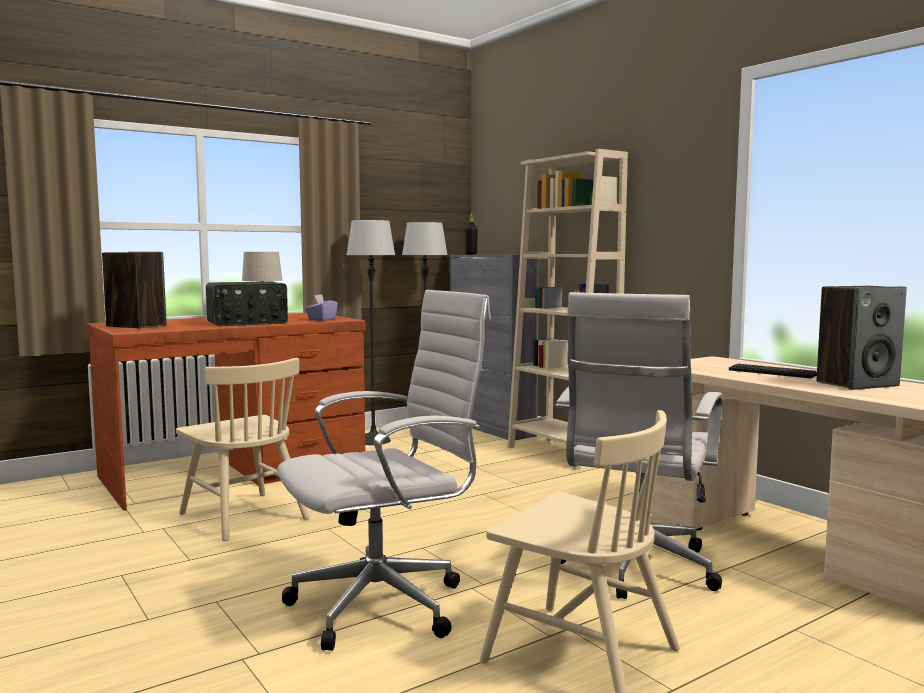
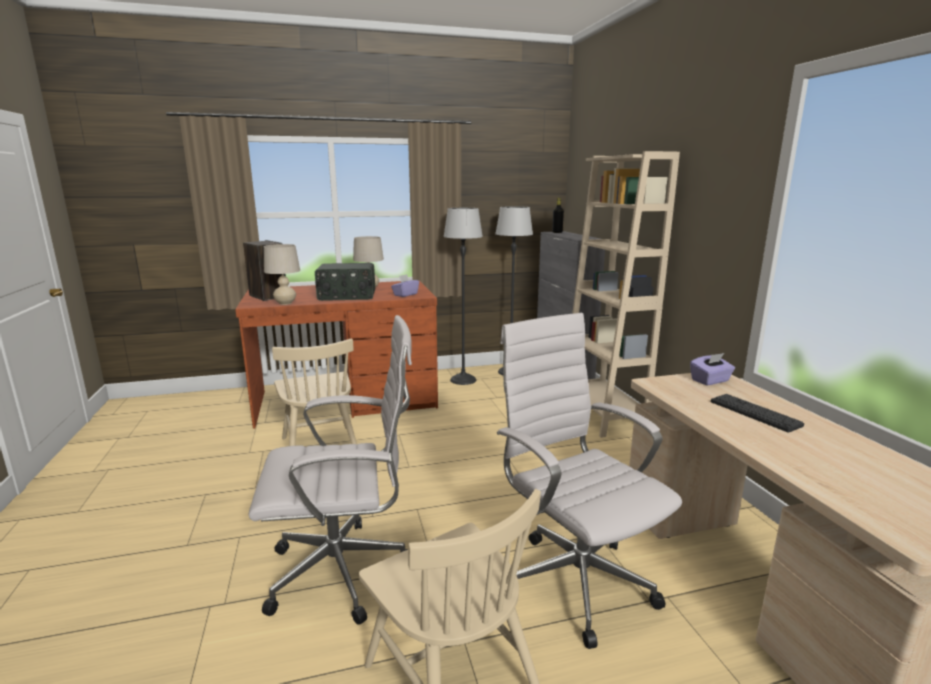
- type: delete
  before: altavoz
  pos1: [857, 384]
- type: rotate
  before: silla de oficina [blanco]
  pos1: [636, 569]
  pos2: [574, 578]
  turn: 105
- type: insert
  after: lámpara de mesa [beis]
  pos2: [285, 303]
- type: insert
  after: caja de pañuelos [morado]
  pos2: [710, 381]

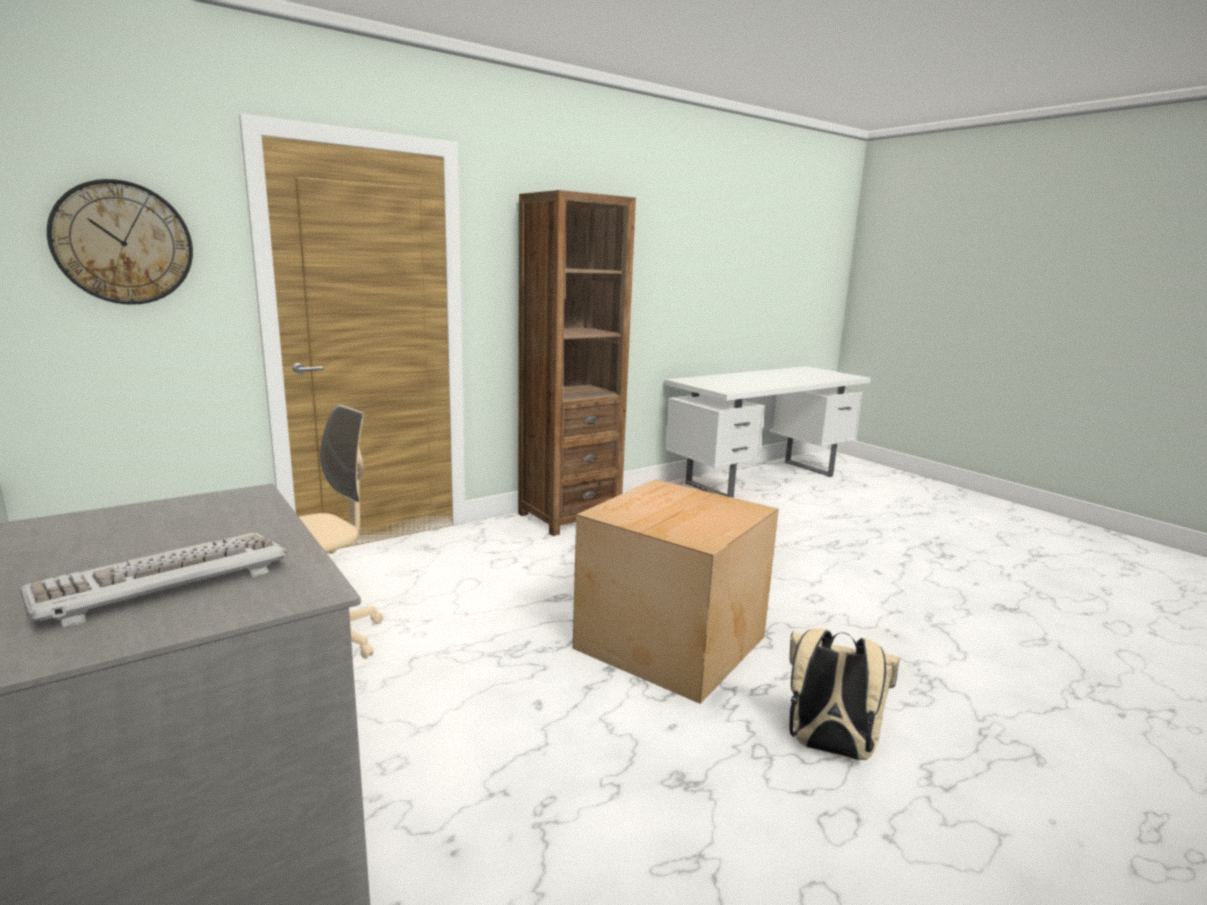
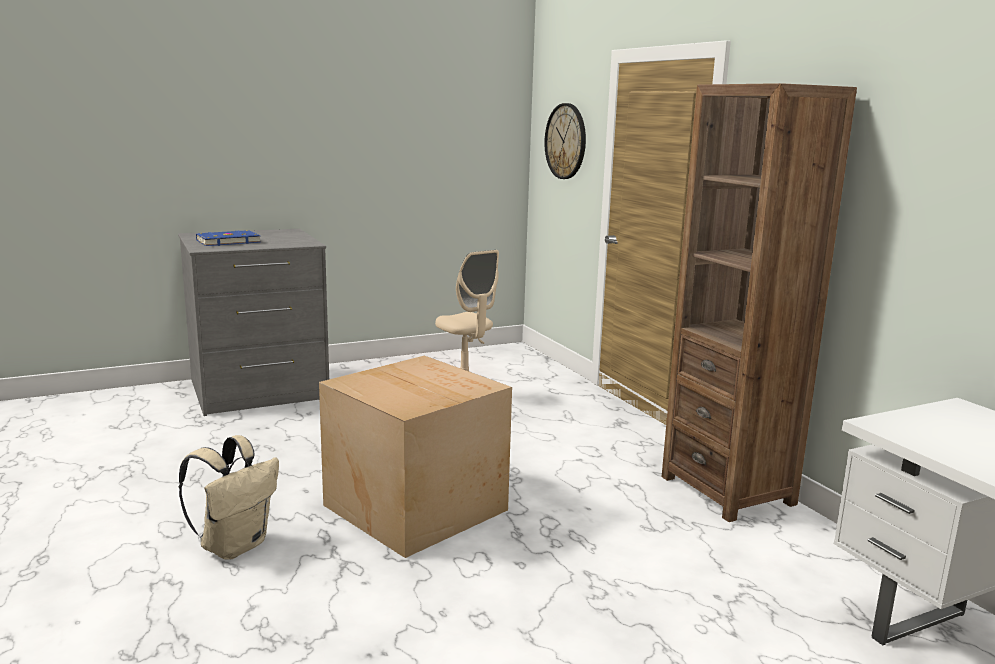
- type: replace
  before: teclado
  after: libro [azul]
  pos1: [162, 582]
  pos2: [227, 241]

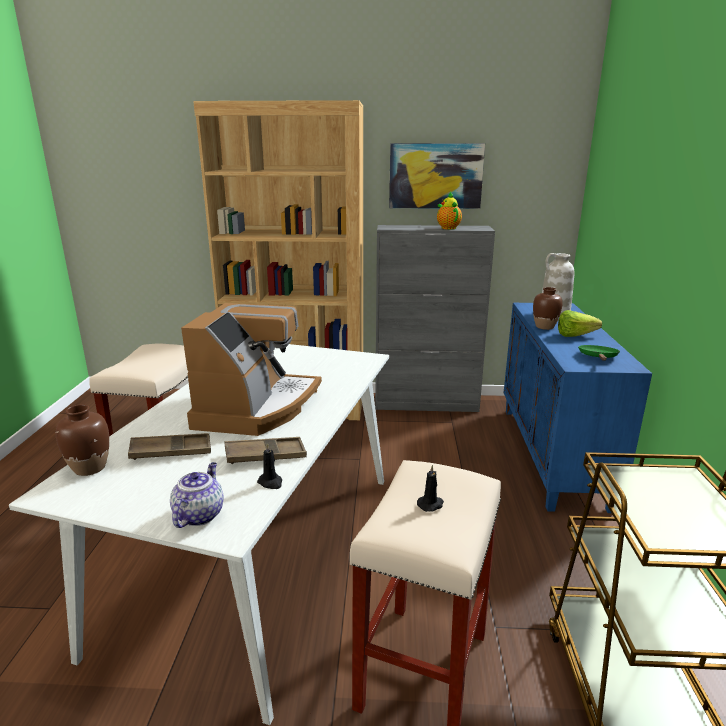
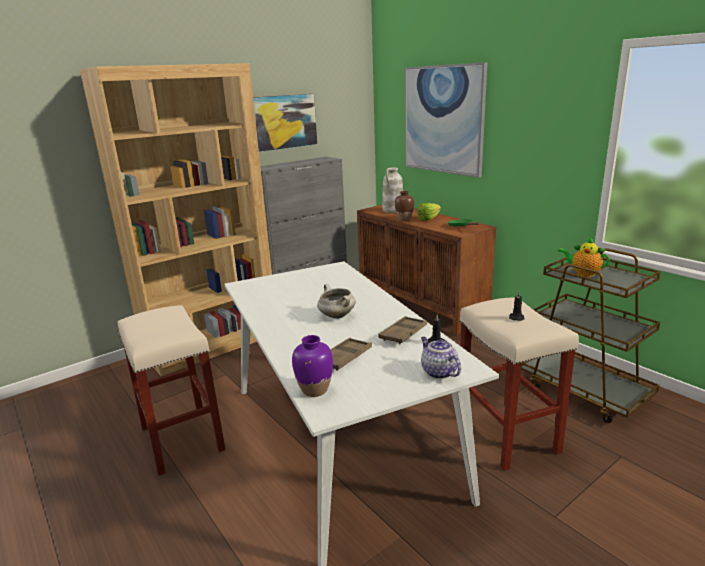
- type: move
  before: tetera
  pos1: [447, 228]
  pos2: [583, 274]
- type: replace
  before: cafetera
  after: olla [blanco]
  pos1: [257, 407]
  pos2: [336, 316]
- type: recolor
  before: armario [azul]
  after: armario [marrón]
  pos1: [553, 455]
  pos2: [421, 306]
- type: recolor
  before: florero [marrón]
  after: florero [morado]
  pos1: [90, 468]
  pos2: [315, 390]
- type: insert
  after: cuadro
  pos2: [443, 120]

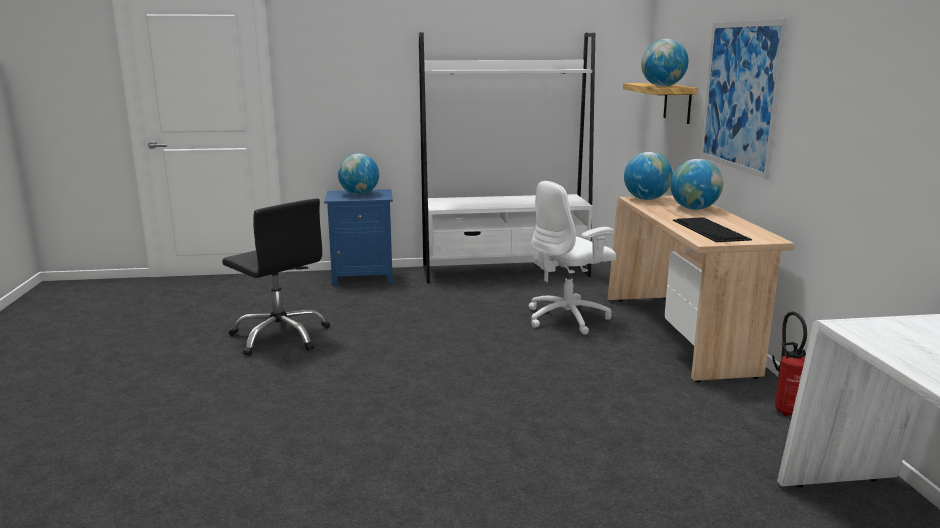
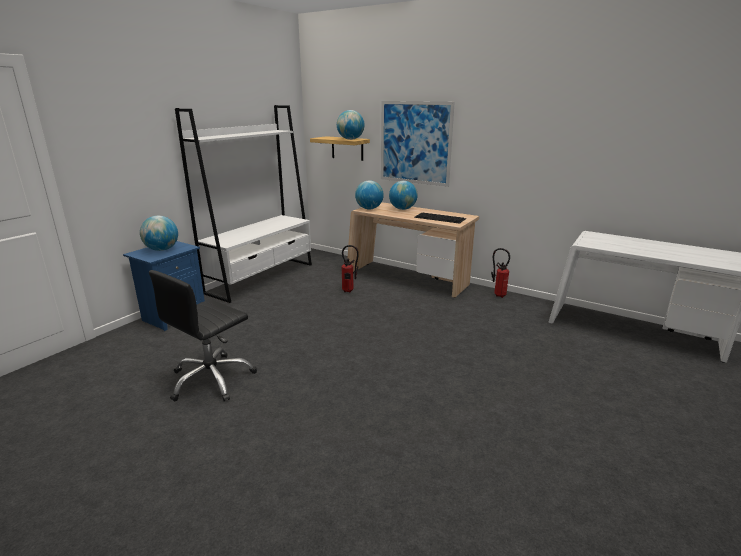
- type: replace
  before: silla de oficina [blanco]
  after: extintor
  pos1: [568, 318]
  pos2: [349, 291]
- type: rotate
  before: silla de oficina [negro]
  pos1: [280, 336]
  pos2: [212, 379]
  turn: 135

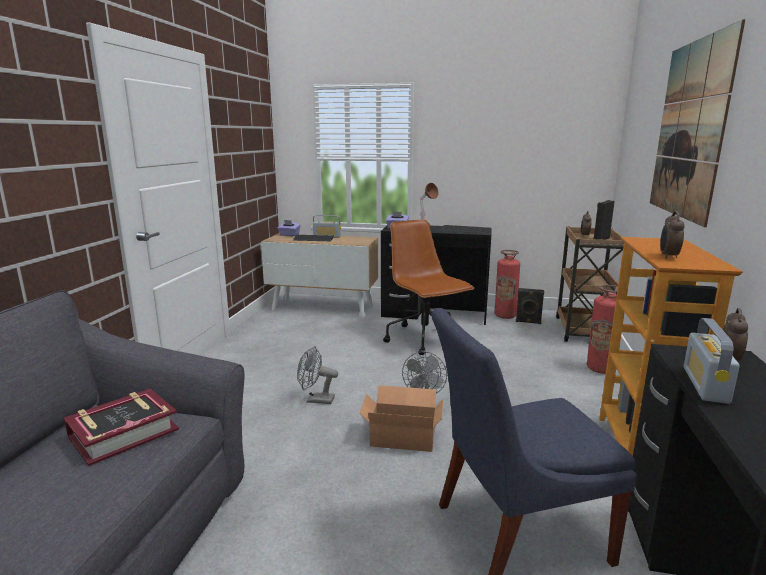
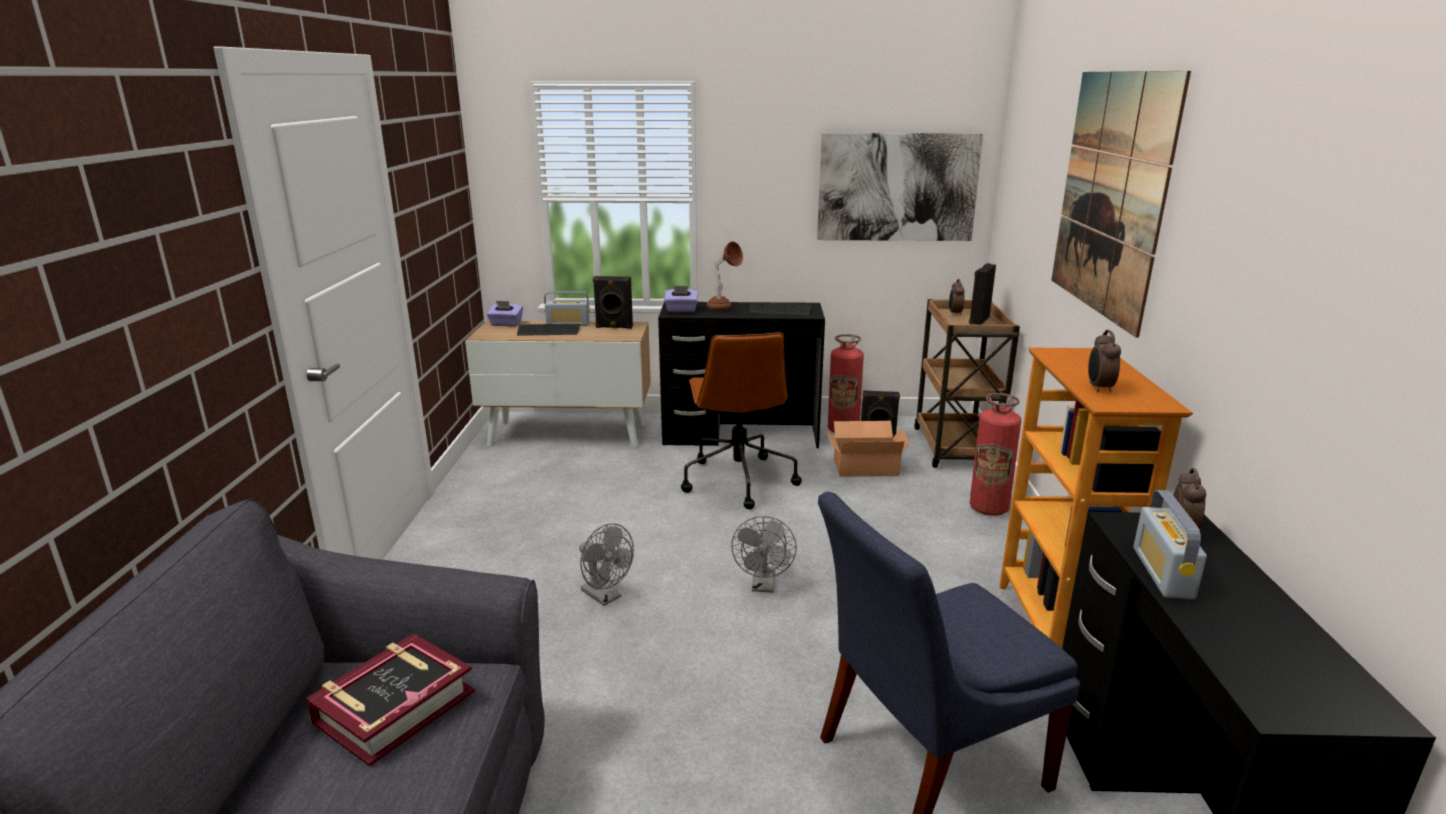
- type: rotate
  before: silla de oficina [marrón]
  pos1: [425, 339]
  pos2: [738, 480]
  turn: -150
- type: rotate
  before: ventilador [gris]
  pos1: [316, 400]
  pos2: [605, 596]
  turn: -135
- type: move
  before: caja de cartón
  pos1: [401, 435]
  pos2: [863, 466]
- type: insert
  after: cuadro
  pos2: [897, 187]
- type: insert
  after: altavoz [negro]
  pos2: [614, 327]

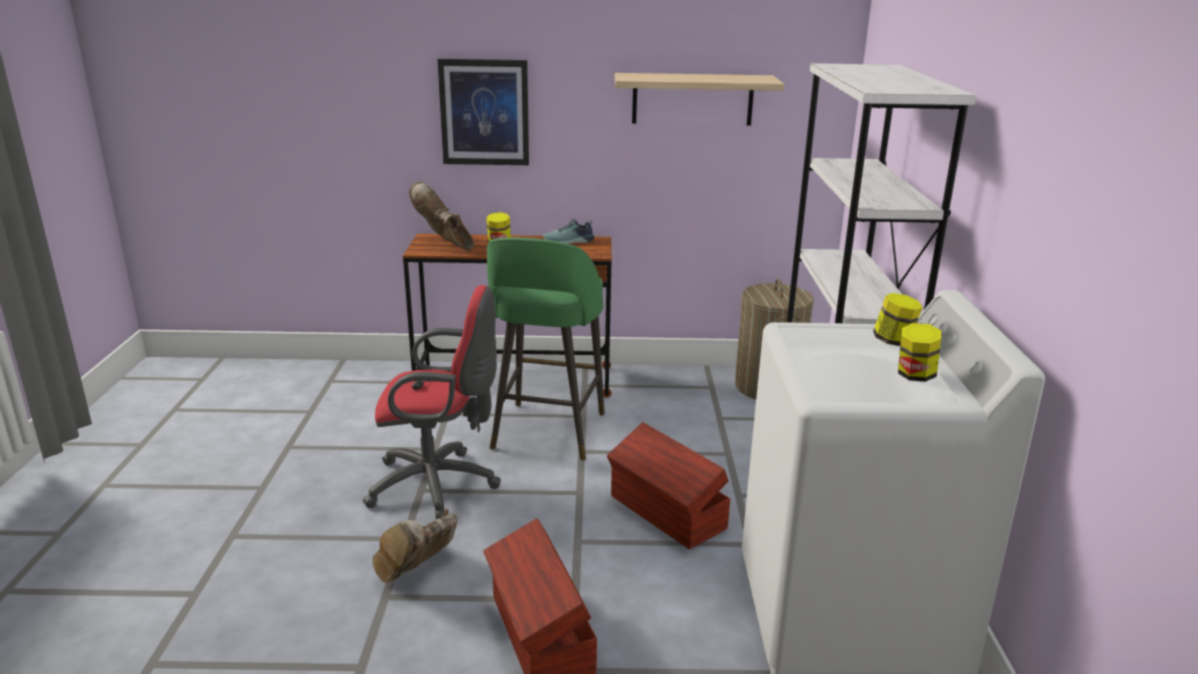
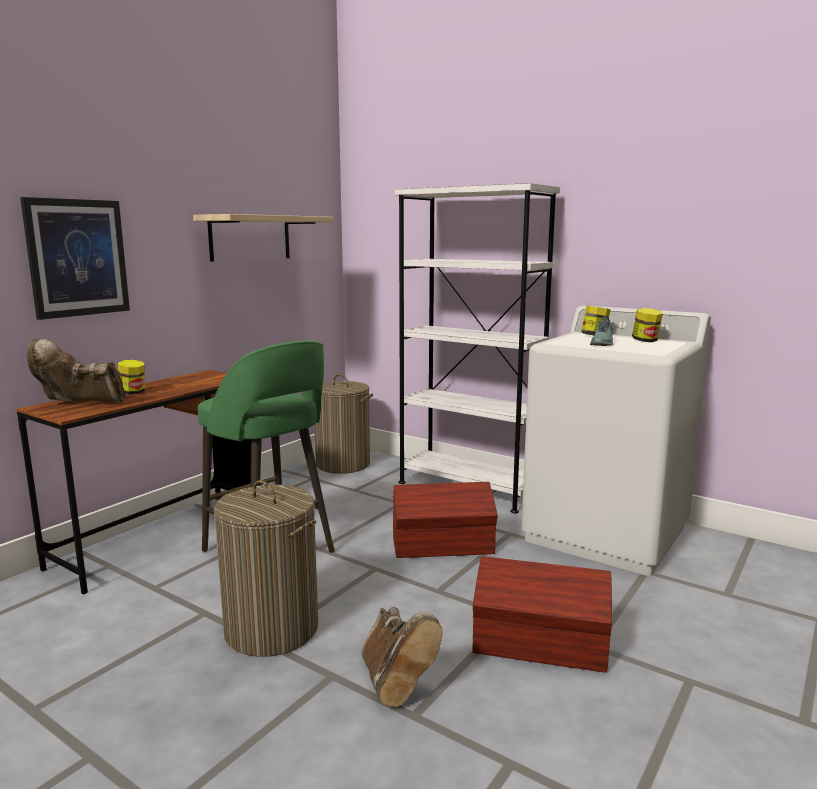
- type: move
  before: zapato
  pos1: [569, 241]
  pos2: [603, 344]
- type: replace
  before: silla de oficina [rojo]
  after: cesto de la ropa
  pos1: [439, 485]
  pos2: [272, 629]

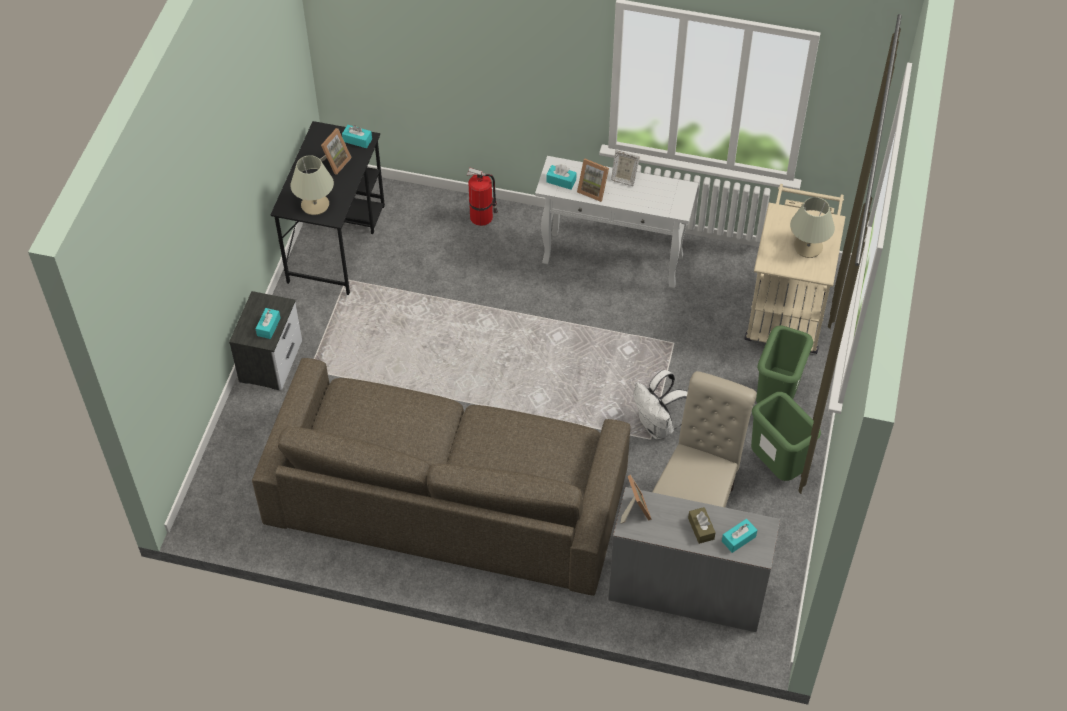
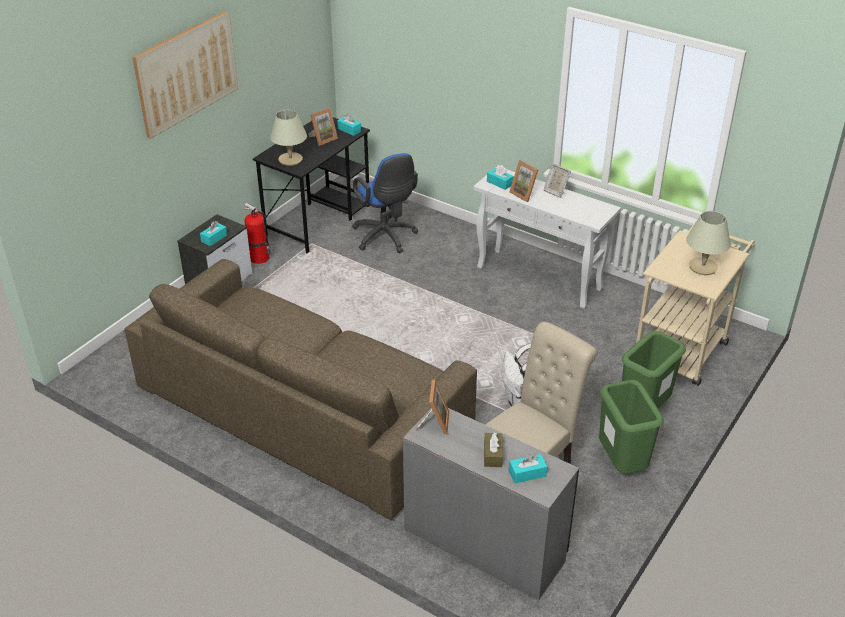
- type: move
  before: extintor
  pos1: [482, 217]
  pos2: [260, 258]
- type: insert
  after: cuadro
  pos2: [186, 73]
- type: insert
  after: silla de oficina [azul]
  pos2: [386, 238]

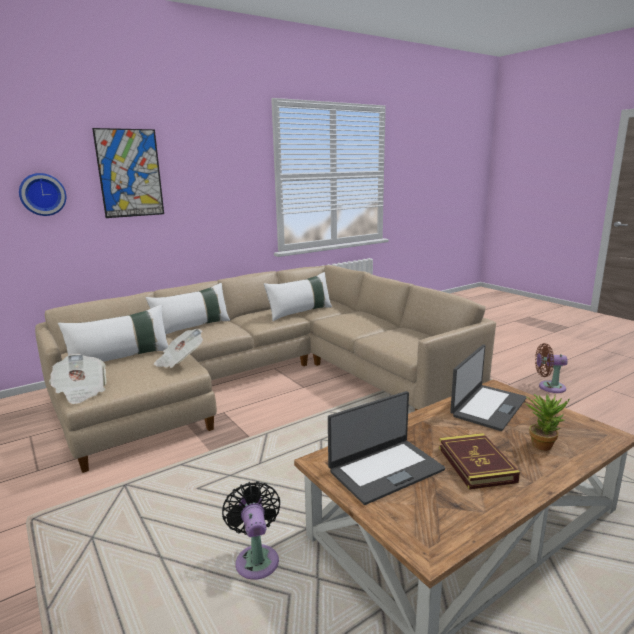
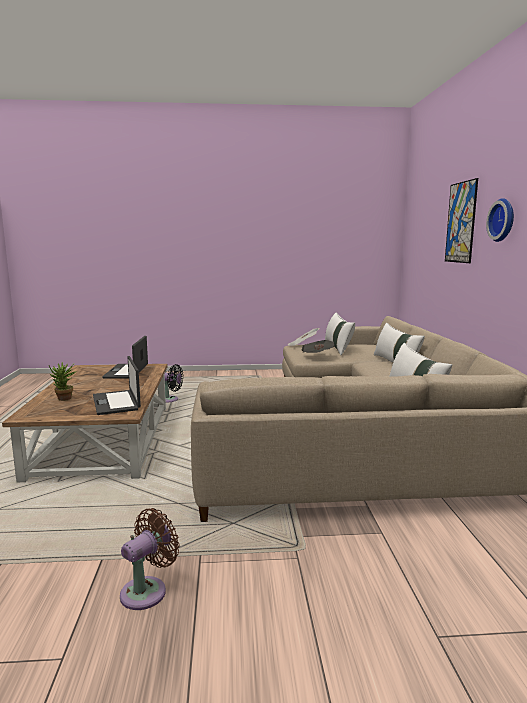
- type: move
  before: reloj de pared
  pos1: [42, 194]
  pos2: [503, 220]
- type: delete
  before: libro
  pos1: [476, 464]

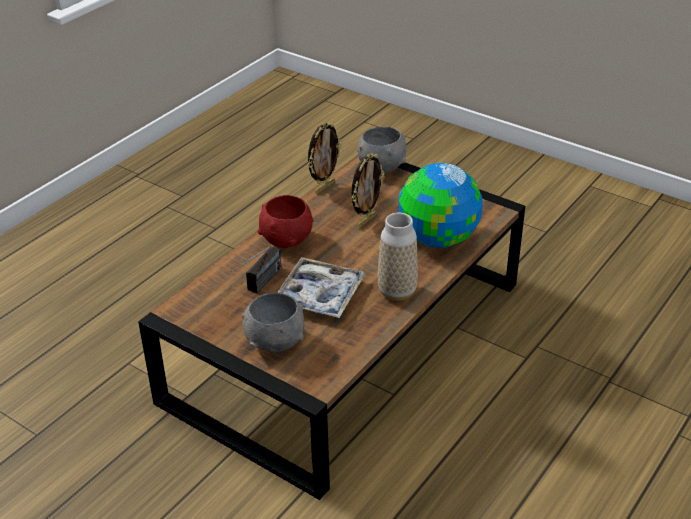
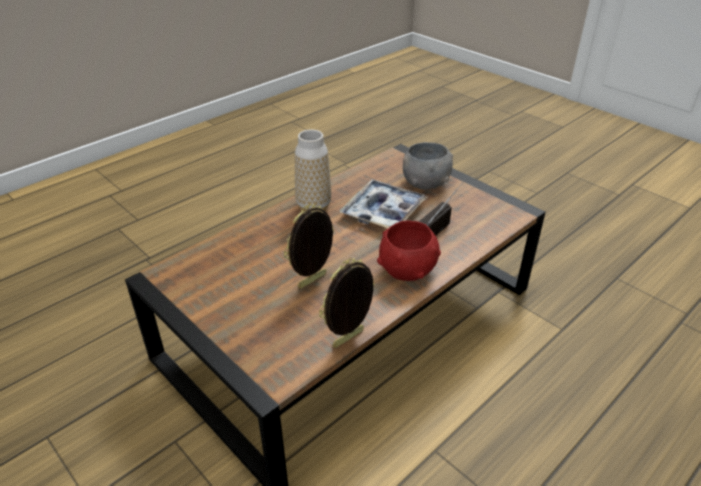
- type: delete
  before: cuenco [gris]
  pos1: [382, 167]
- type: delete
  before: globo terráqueo
  pos1: [438, 239]

